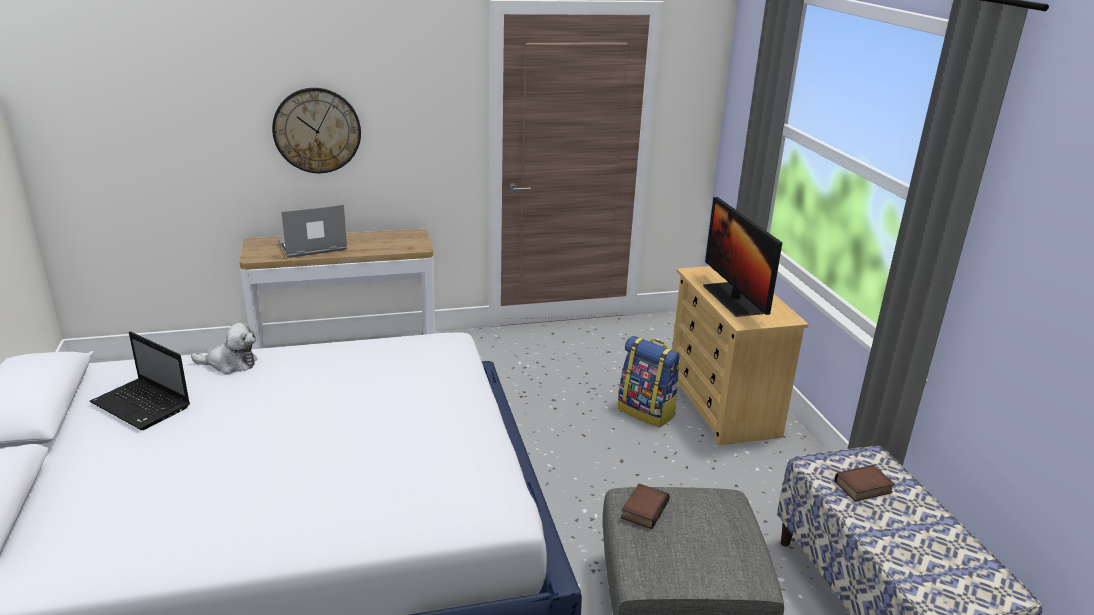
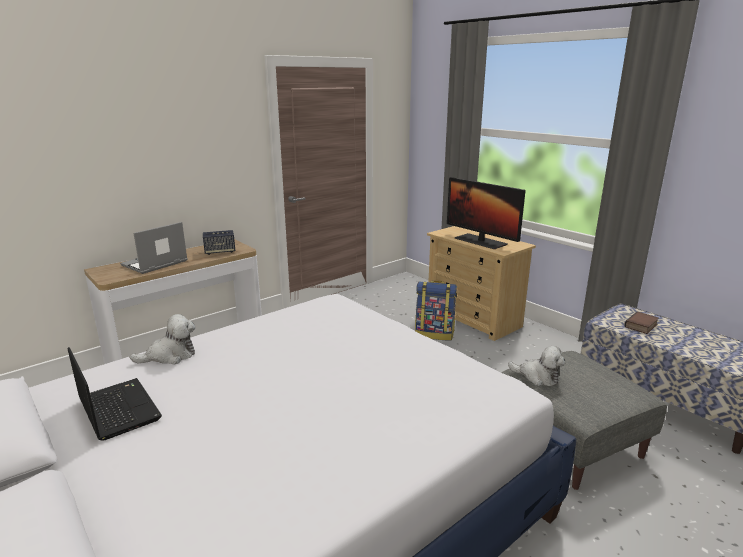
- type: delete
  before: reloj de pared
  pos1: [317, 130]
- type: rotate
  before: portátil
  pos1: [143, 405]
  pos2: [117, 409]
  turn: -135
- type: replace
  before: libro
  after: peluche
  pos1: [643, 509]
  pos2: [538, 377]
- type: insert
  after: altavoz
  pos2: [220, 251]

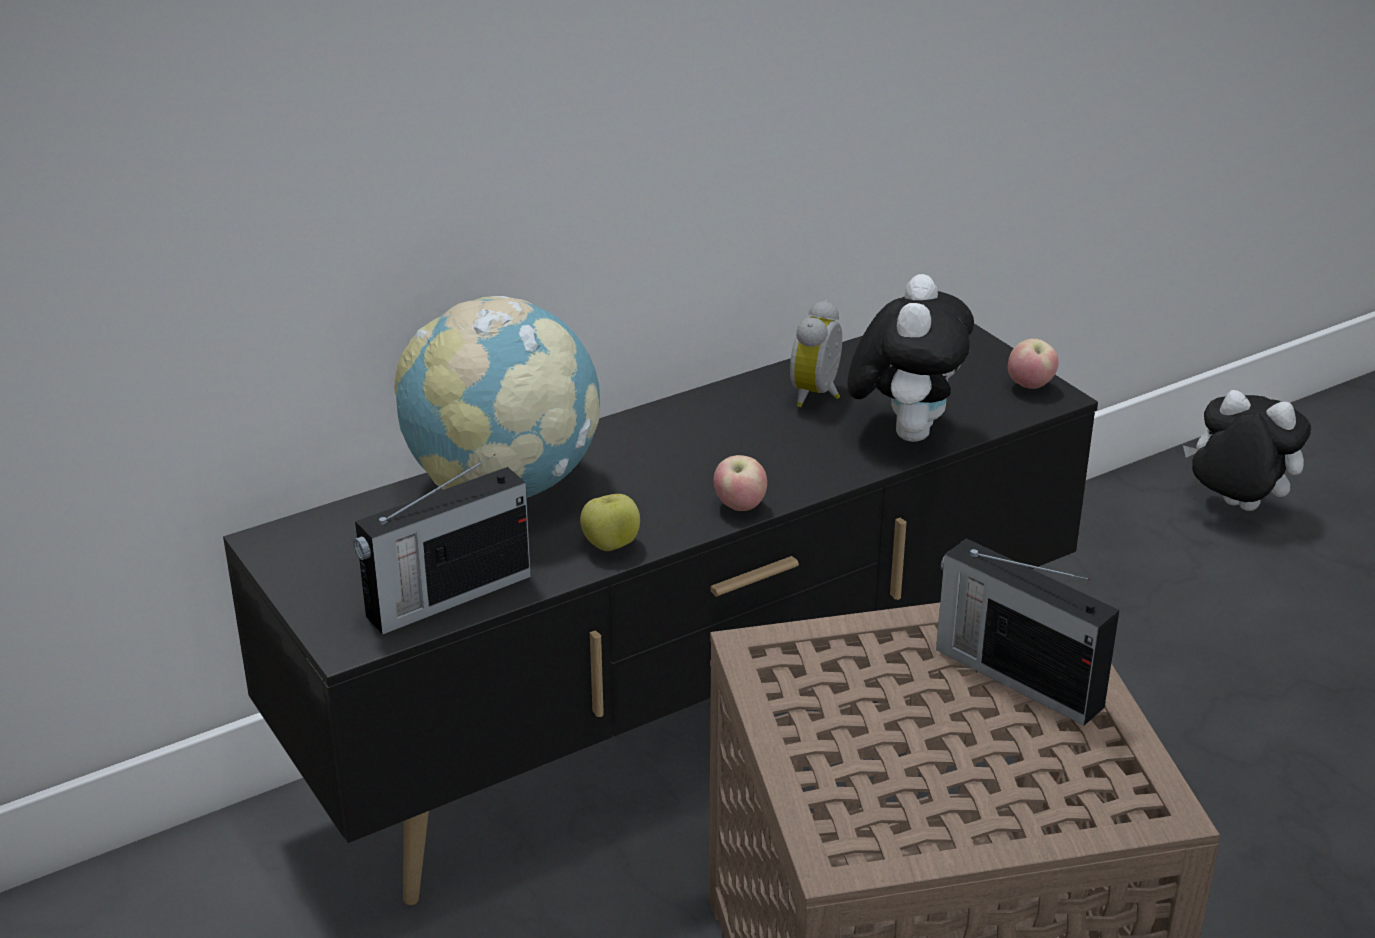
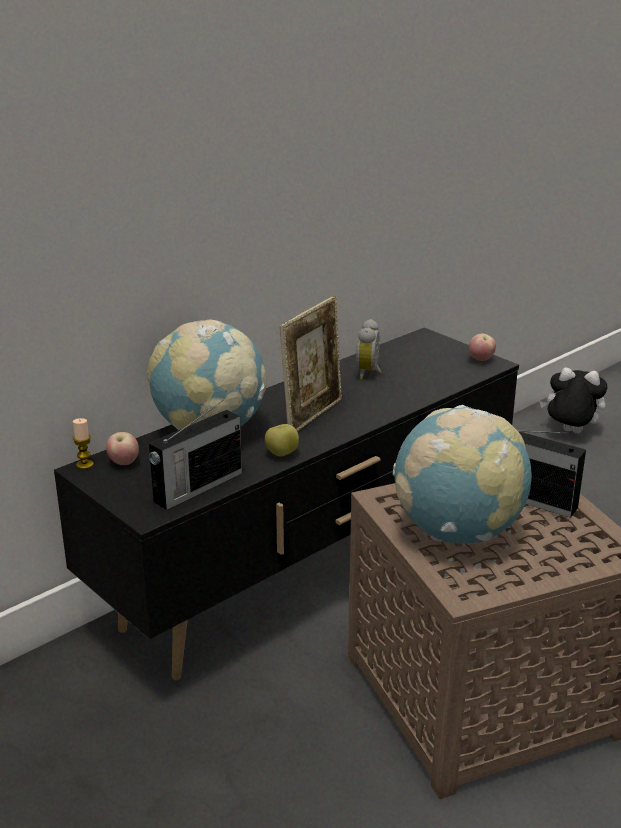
- type: delete
  before: peluche
  pos1: [905, 431]
- type: move
  before: manzana
  pos1: [739, 506]
  pos2: [123, 463]
- type: insert
  after: portarretratos
  pos2: [312, 415]
- type: insert
  after: globo terráqueo
  pos2: [458, 532]
- type: insert
  after: vela
  pos2: [85, 465]

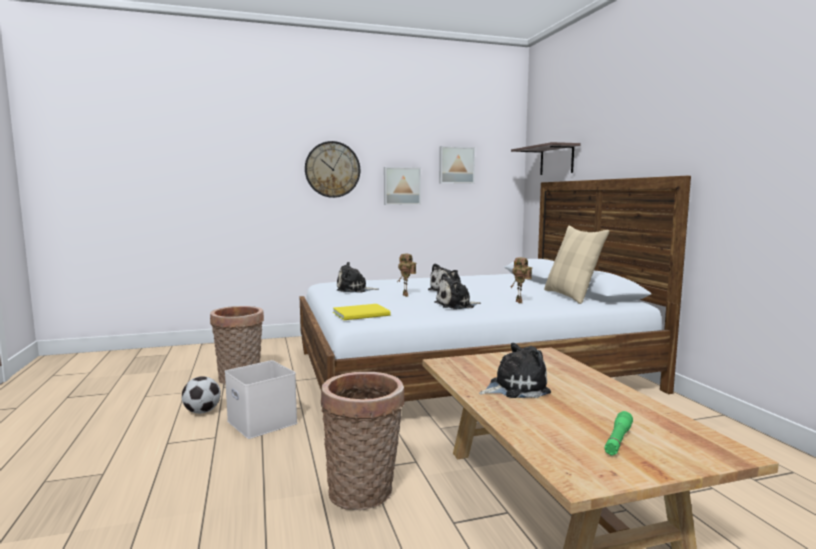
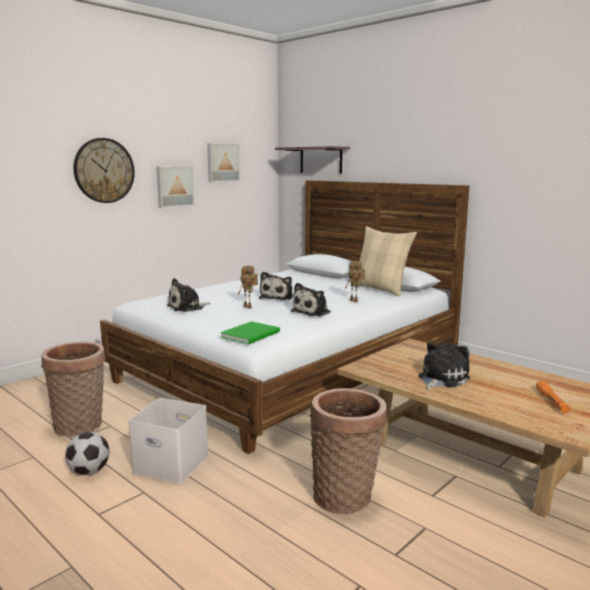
- type: recolor
  before: libro [amarillo]
  after: libro [verde]
  pos1: [363, 314]
  pos2: [252, 334]
- type: recolor
  before: linterna [verde]
  after: linterna [naranja]
  pos1: [618, 440]
  pos2: [552, 402]

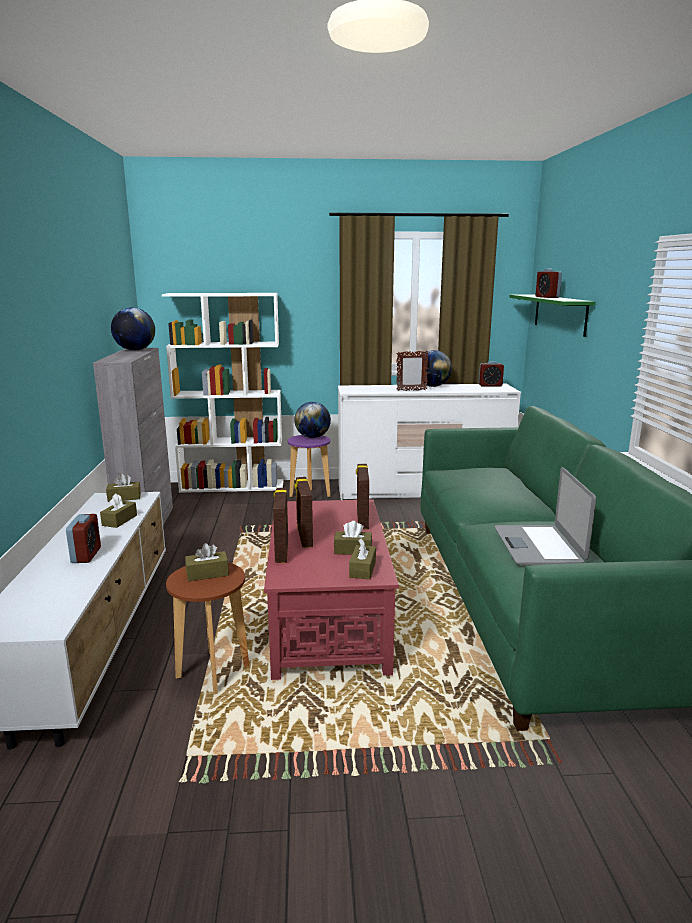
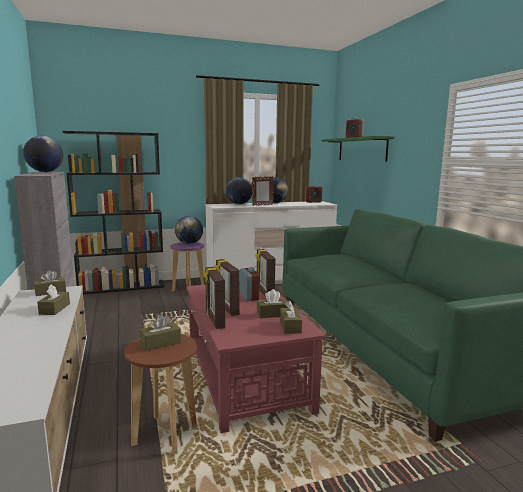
- type: recolor
  before: estantería [blanco]
  after: estantería [negro]
  pos1: [233, 486]
  pos2: [122, 287]
- type: delete
  before: portátil
  pos1: [539, 546]
- type: move
  before: despertador
  pos1: [86, 555]
  pos2: [249, 296]
- type: insert
  after: globo terráqueo
  pos2: [239, 204]

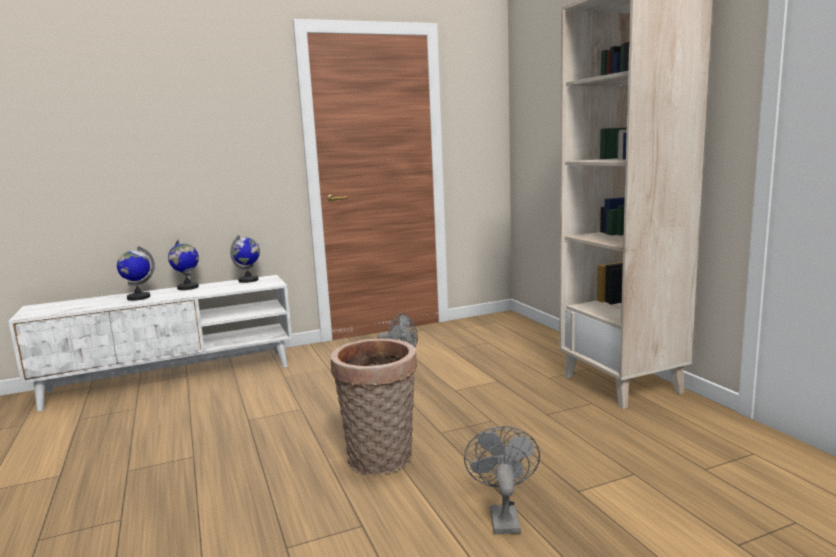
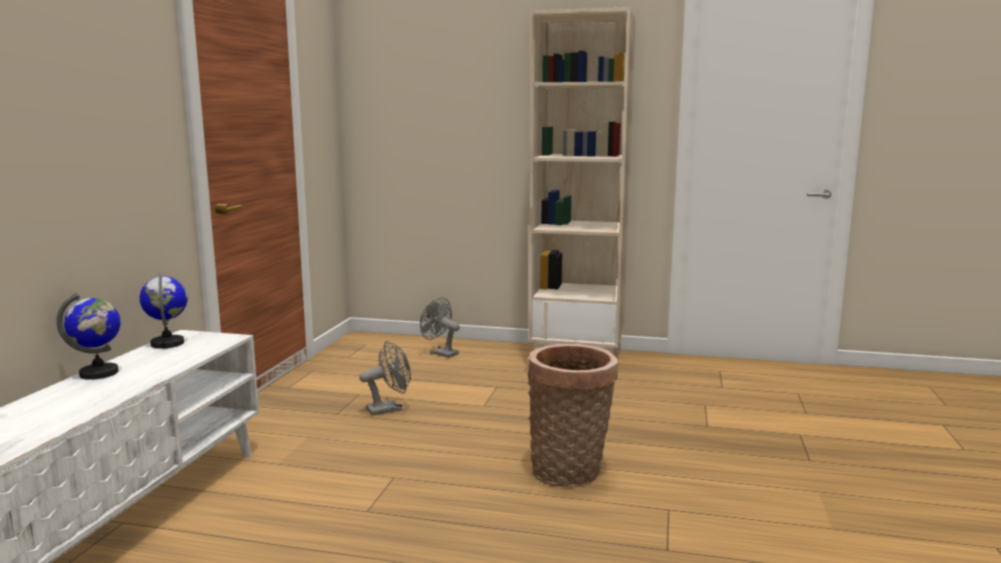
- type: delete
  before: globo terráqueo
  pos1: [138, 297]
- type: move
  before: ventilador [gris]
  pos1: [503, 516]
  pos2: [440, 353]

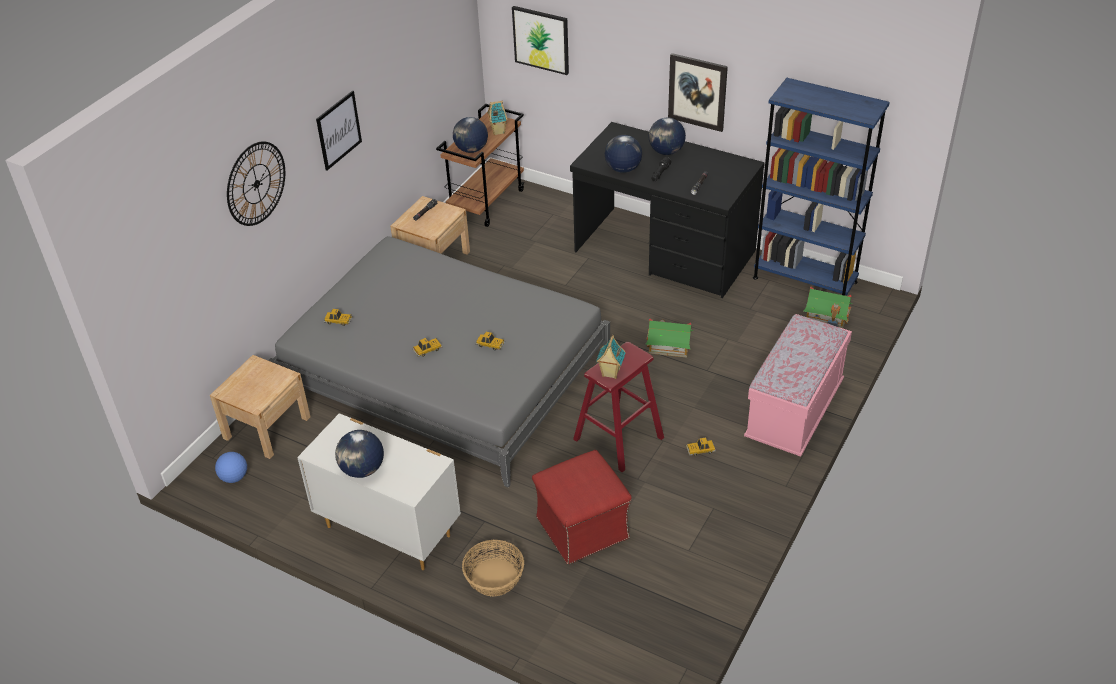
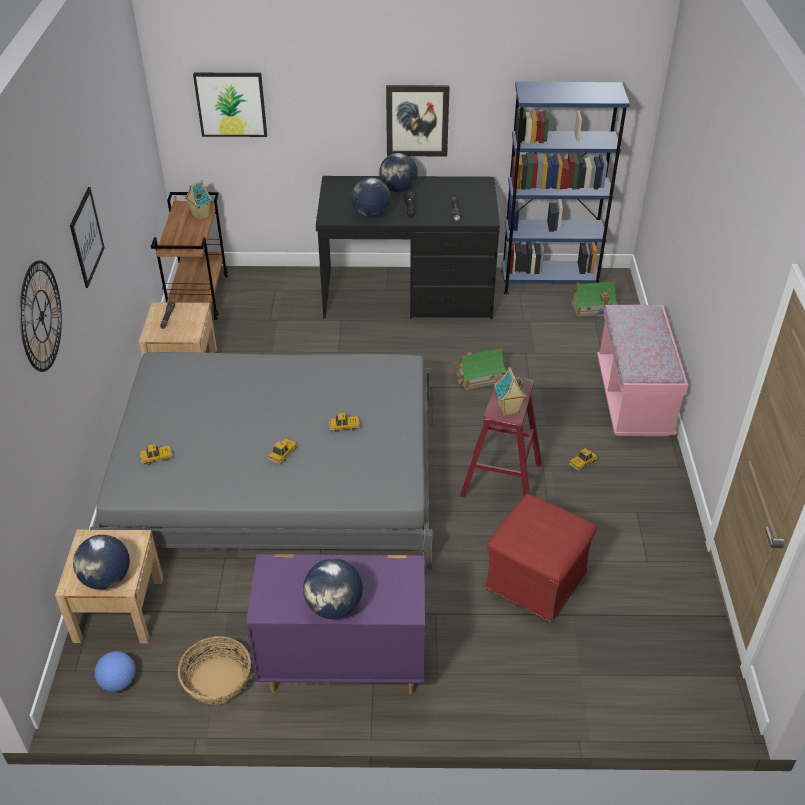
- type: move
  before: globo terráqueo
  pos1: [471, 150]
  pos2: [107, 579]
- type: recolor
  before: cómoda [blanco]
  after: cómoda [morado]
  pos1: [388, 530]
  pos2: [342, 666]
- type: move
  before: cesta
  pos1: [494, 578]
  pos2: [217, 681]

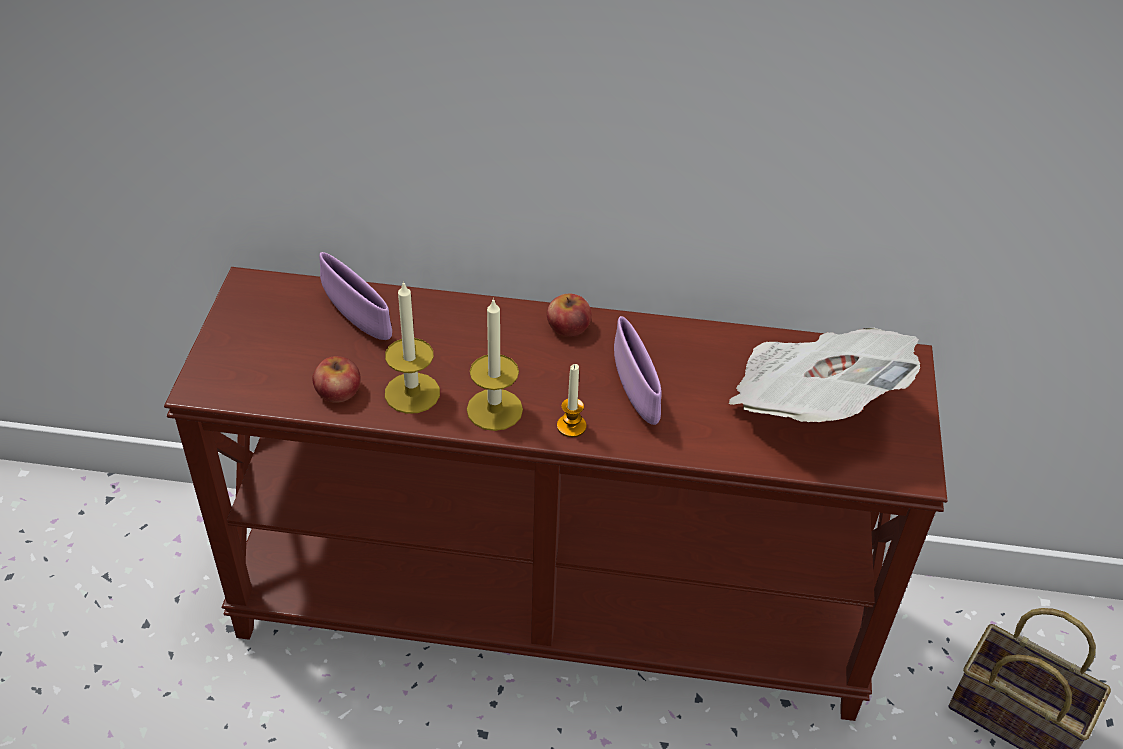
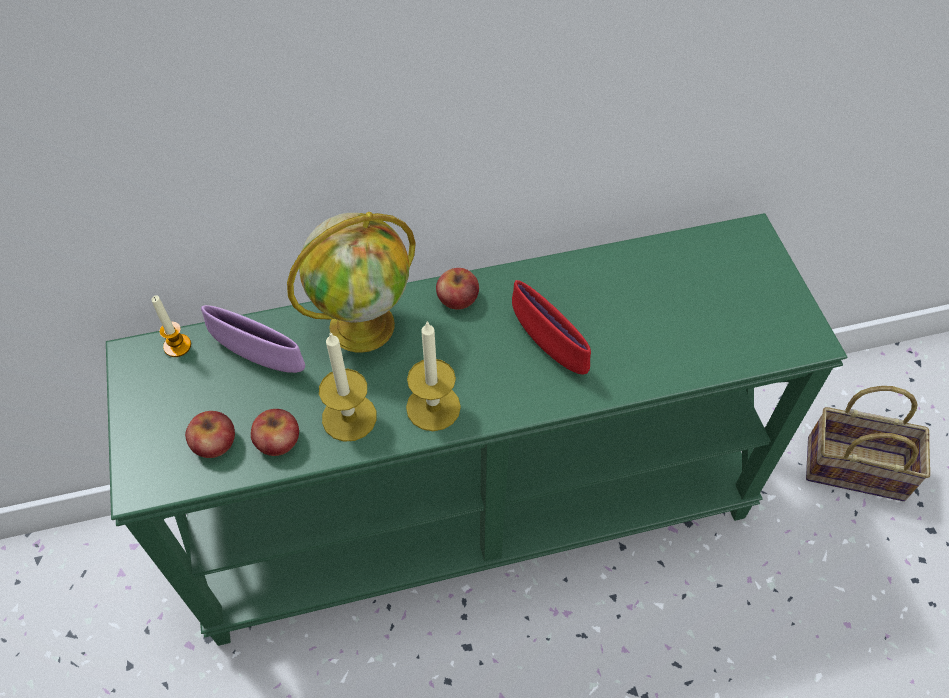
- type: recolor
  before: mesa consola [marrón]
  after: mesa consola [verde]
  pos1: [554, 605]
  pos2: [475, 510]
- type: recolor
  before: cuenco [morado]
  after: cuenco [rojo]
  pos1: [635, 393]
  pos2: [548, 345]
- type: delete
  before: periódico
  pos1: [811, 403]
- type: move
  before: vela
  pos1: [571, 426]
  pos2: [177, 346]
- type: insert
  after: globo terráqueo
  pos2: [363, 324]
- type: insert
  after: manzana
  pos2: [214, 442]

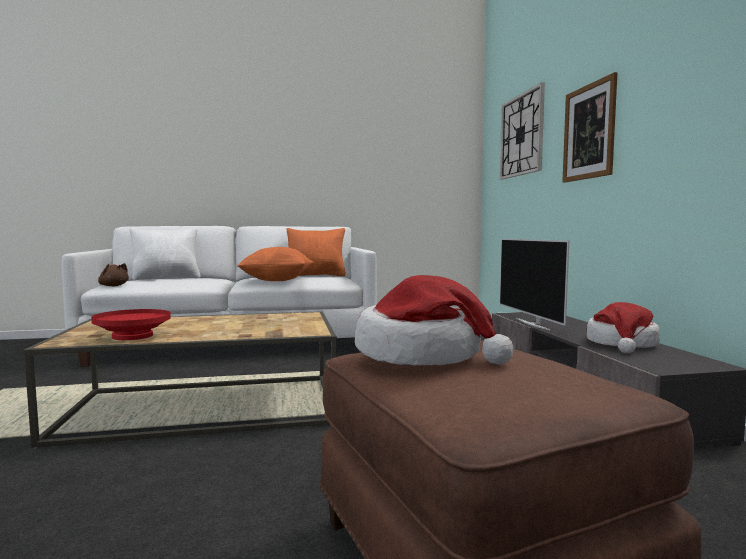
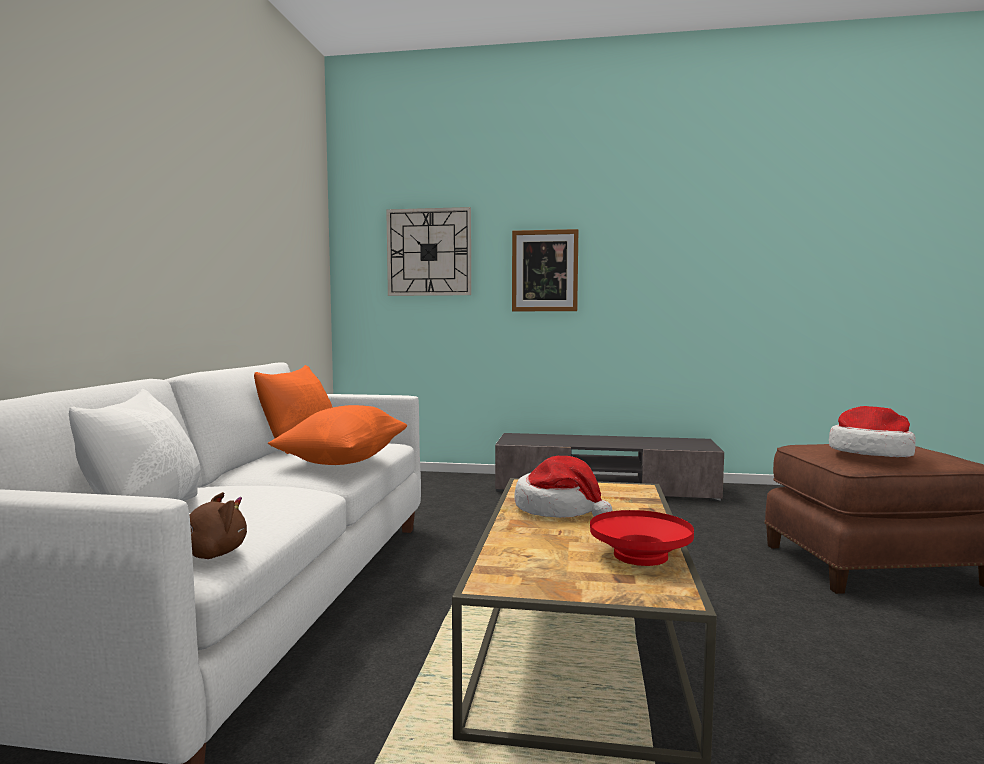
- type: delete
  before: televisor
  pos1: [533, 324]
- type: move
  before: sombrero
  pos1: [622, 344]
  pos2: [559, 509]

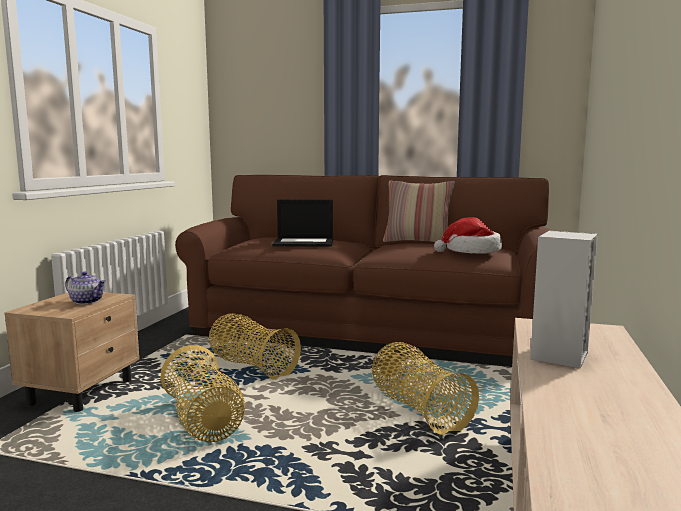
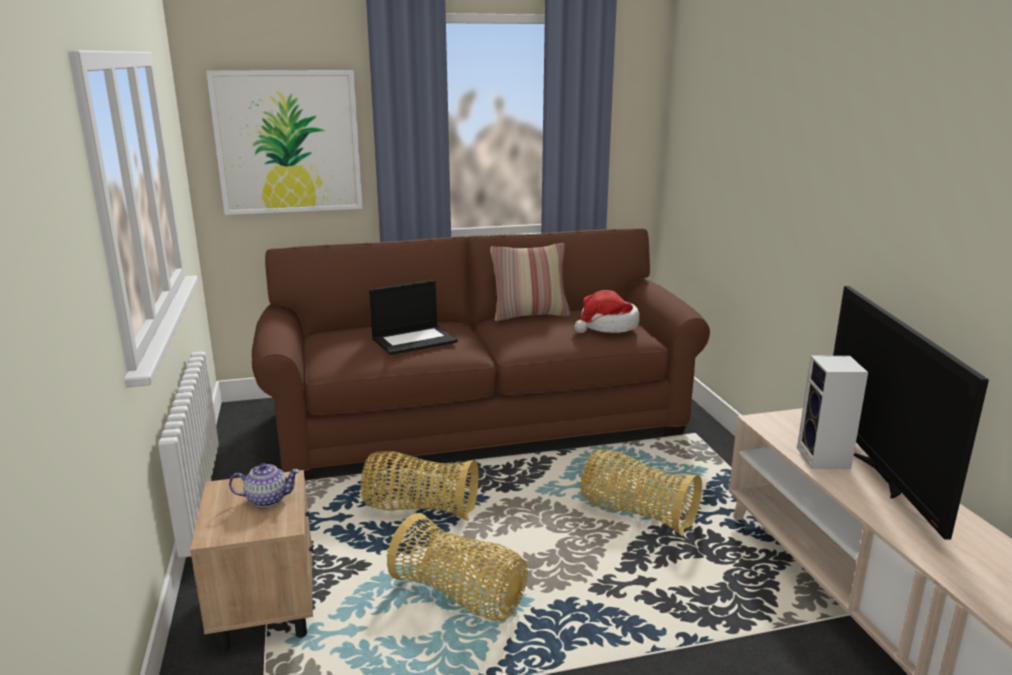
- type: insert
  after: cuadro
  pos2: [288, 142]
- type: insert
  after: televisor
  pos2: [880, 475]

